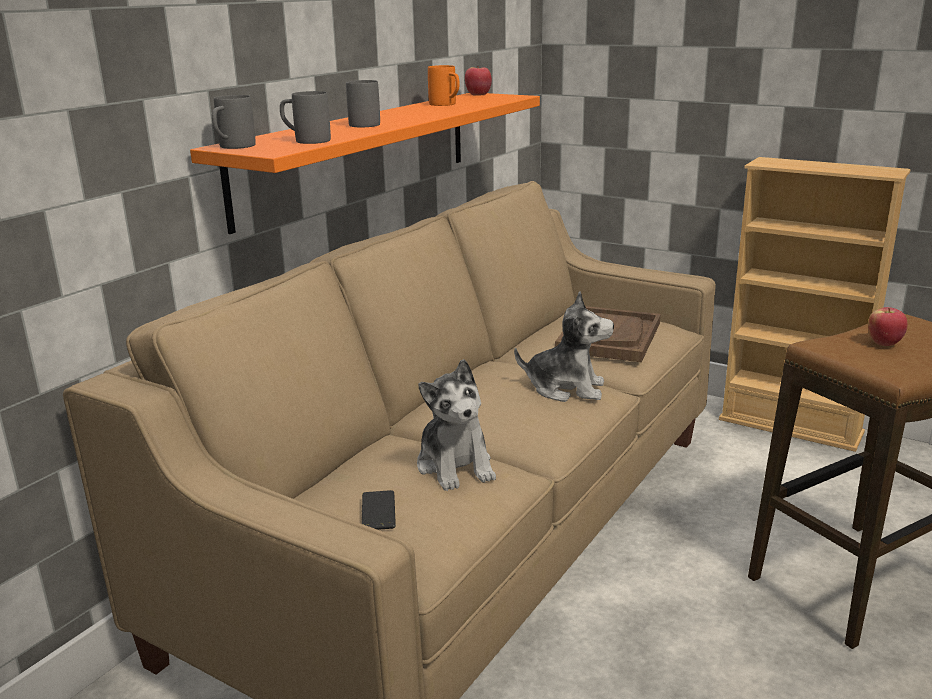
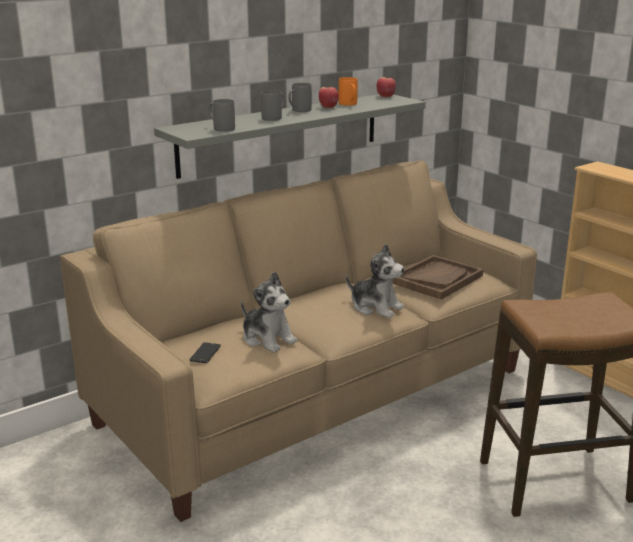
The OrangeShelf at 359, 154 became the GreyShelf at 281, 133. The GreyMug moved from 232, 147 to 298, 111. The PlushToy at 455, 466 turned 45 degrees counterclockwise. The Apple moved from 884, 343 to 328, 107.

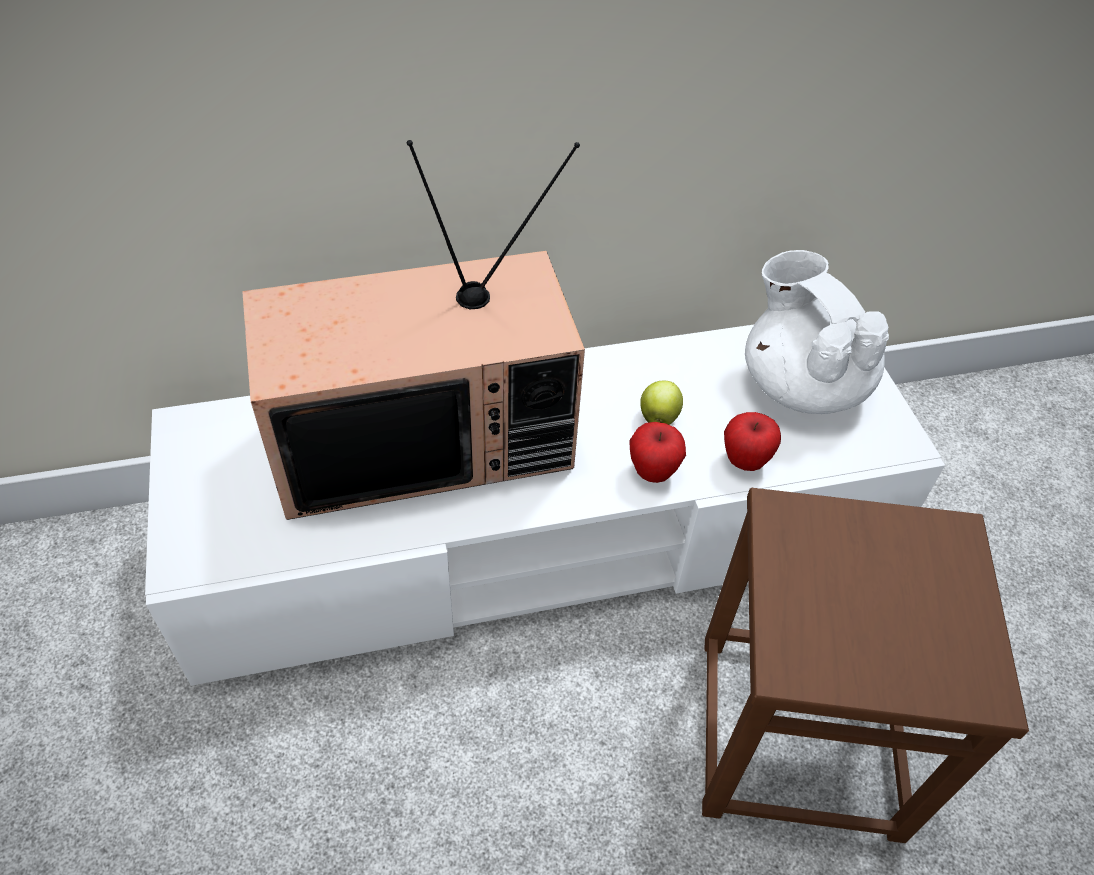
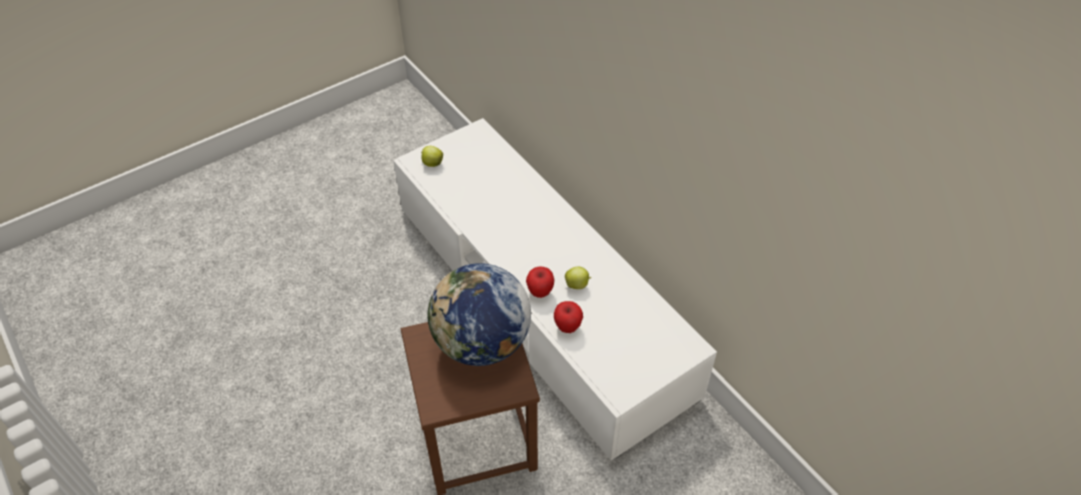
The Television at 425, 436 disappeared. The WhiteTeapot at 801, 384 disappeared. The Apple at 432, 163 appeared. The Globe at 481, 343 appeared.

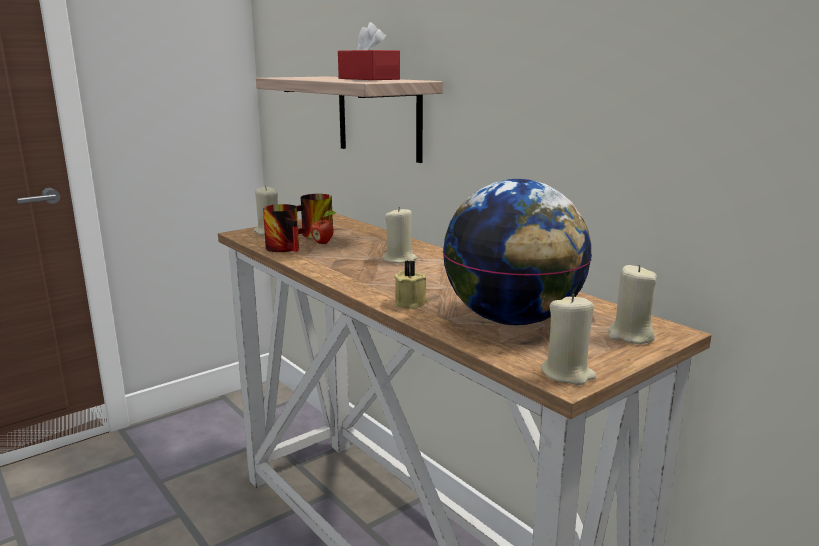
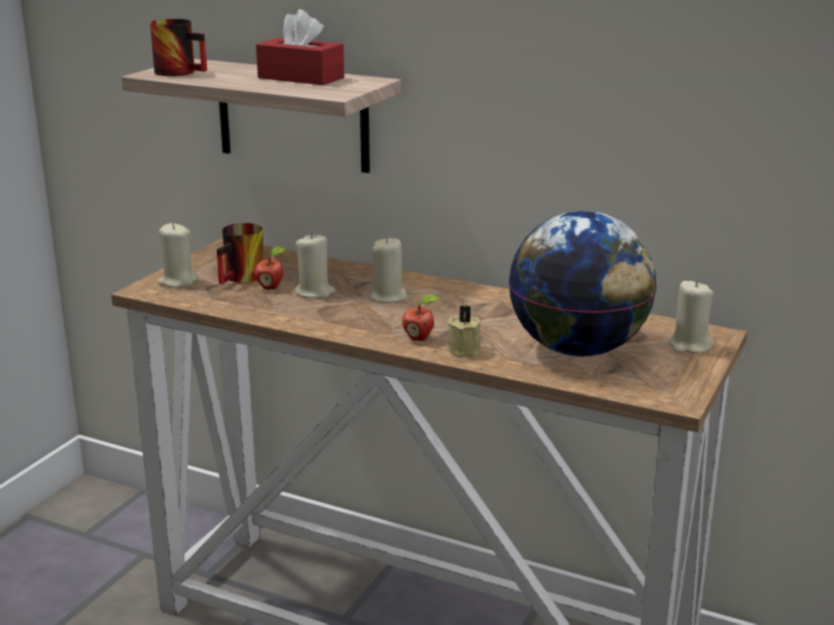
The Mug moved from 288, 248 to 183, 72. The BeigeCandle moved from 567, 374 to 314, 292. The Apple at 419, 338 appeared.

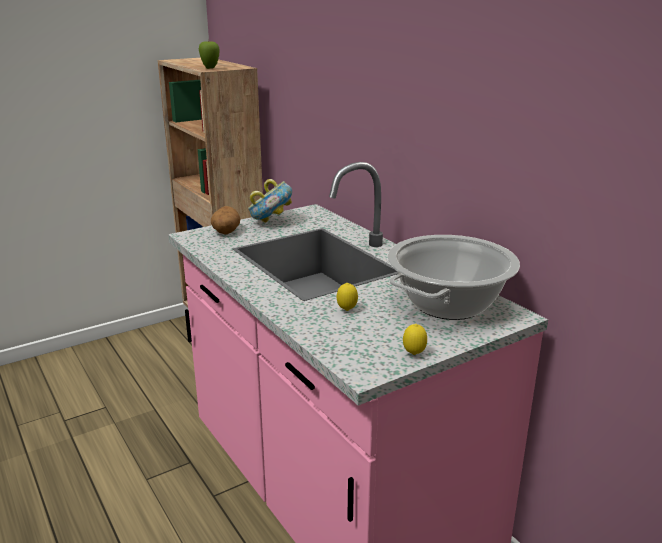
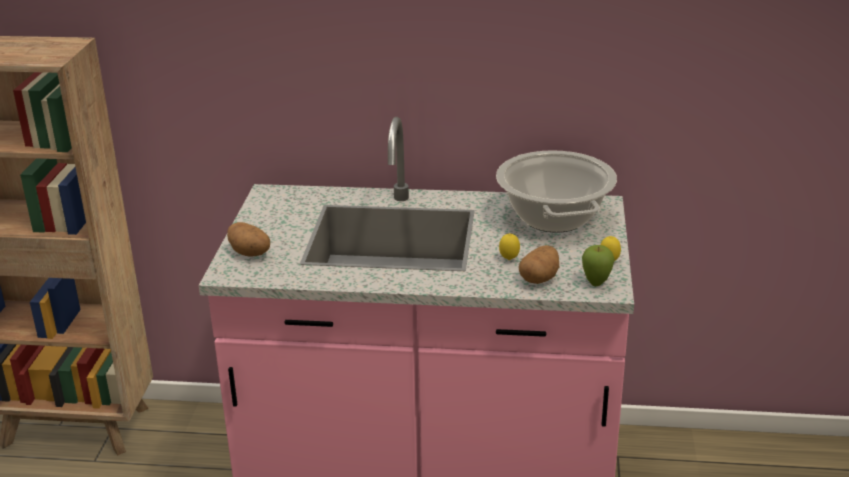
The Apple moved from 210, 68 to 596, 283. The Bowl at 270, 222 disappeared. The Potato at 539, 278 appeared.

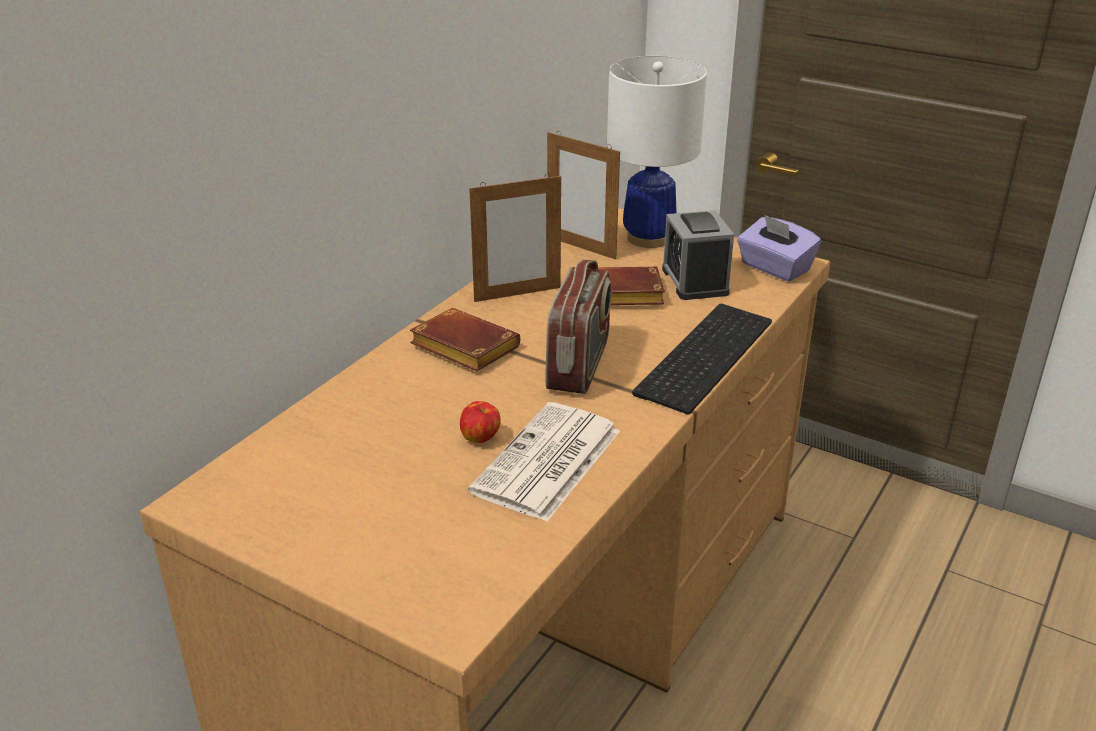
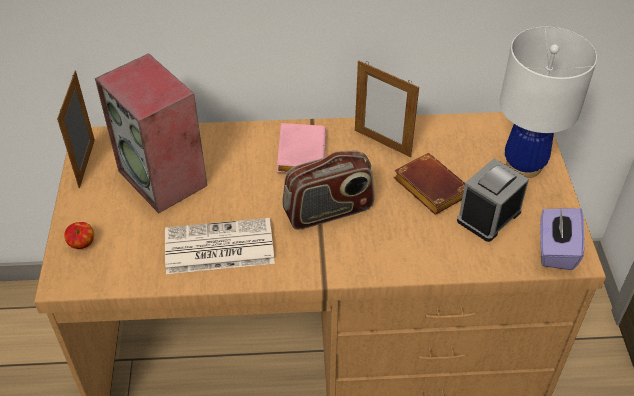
The BrownBook at 461, 348 became the PinkBook at 299, 152. The Apple moved from 480, 438 to 82, 244. The PictureFrame moved from 581, 247 to 87, 163. The Keyboard at 702, 354 disappeared. The Speaker at 164, 178 appeared.

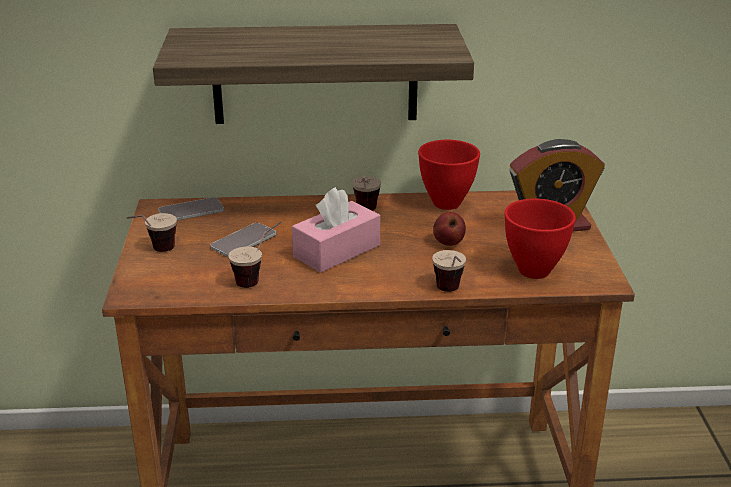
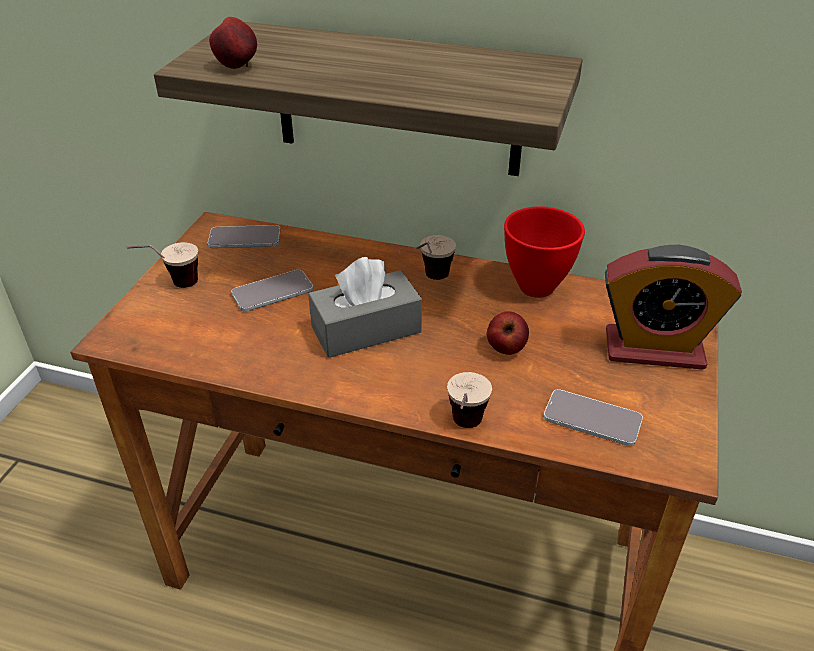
The Cup at 258, 278 disappeared. The PinkTissueBox at 337, 251 became the GreyTissueBox at 366, 329. The RedBowl at 532, 270 was replaced by the Phone at 592, 419. The Apple at 238, 66 appeared.

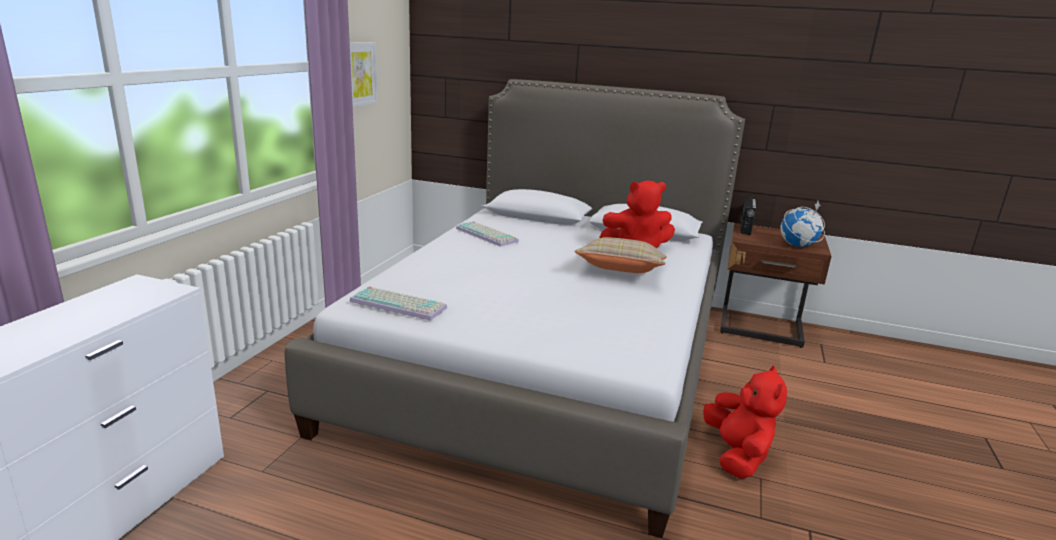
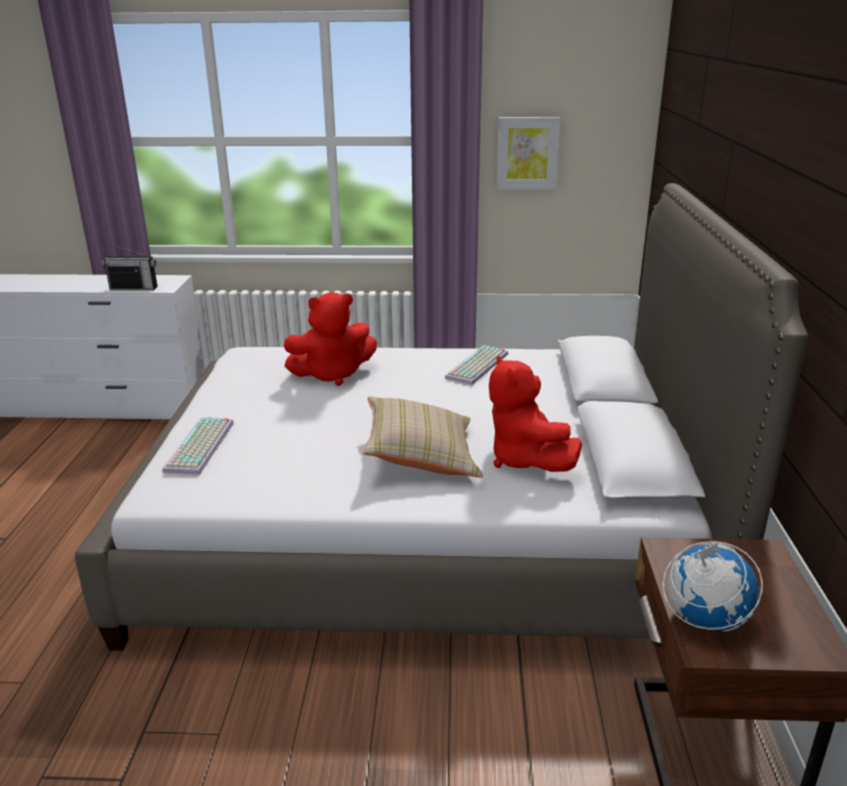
The Keyboard moved from 400, 304 to 201, 447. The RedPlushToy moved from 737, 455 to 332, 374. The Radio moved from 745, 229 to 134, 288.

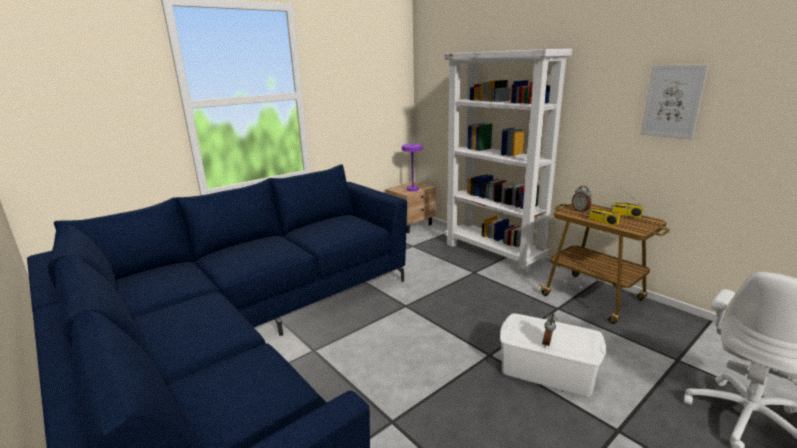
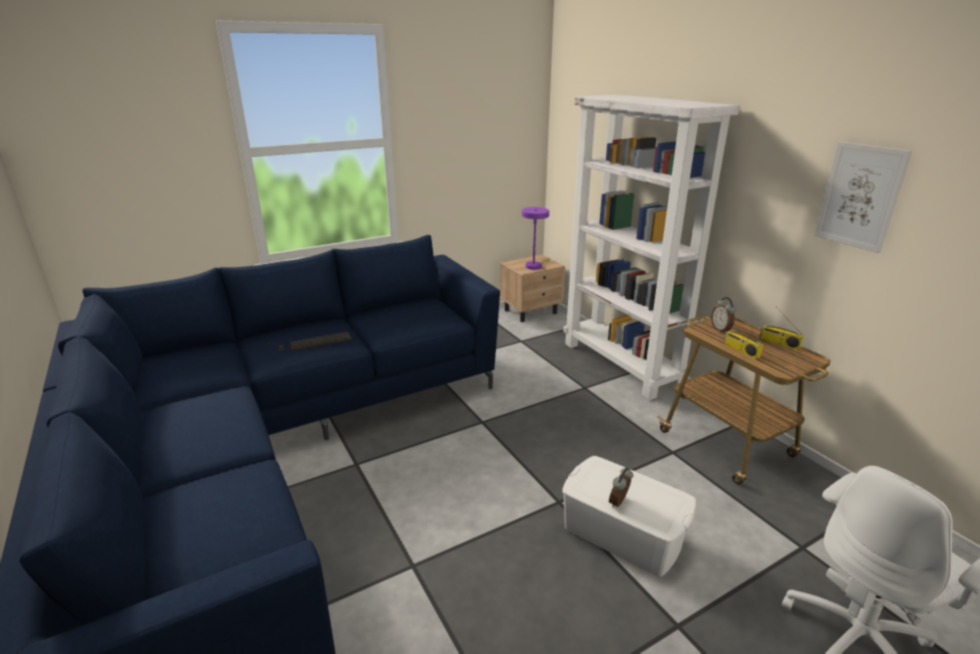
The Keyboard at 312, 342 appeared.

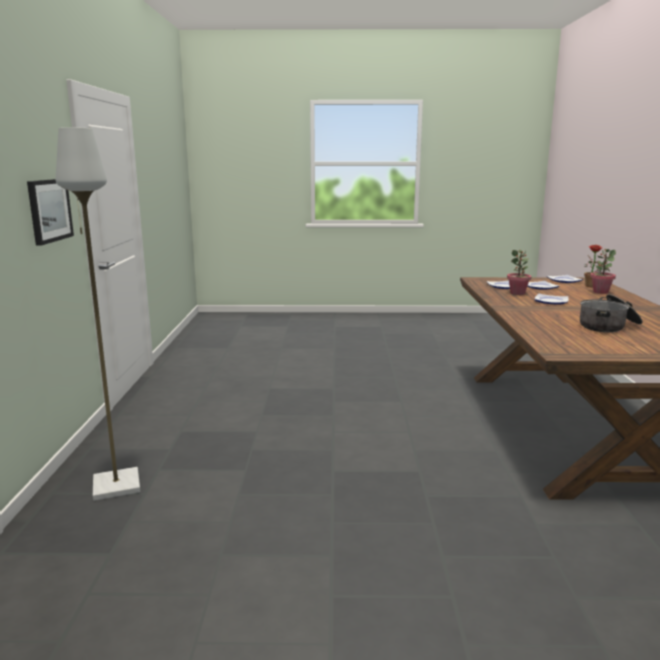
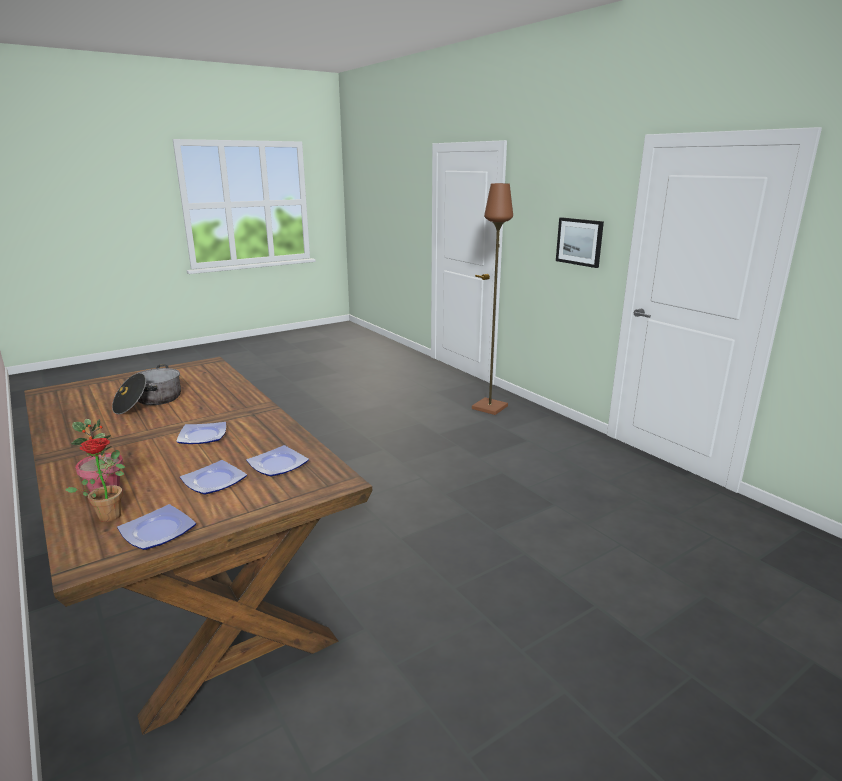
The GreyFloorLamp at 115, 486 became the BrownFloorLamp at 489, 407. The PottedPlant at 517, 293 disappeared.

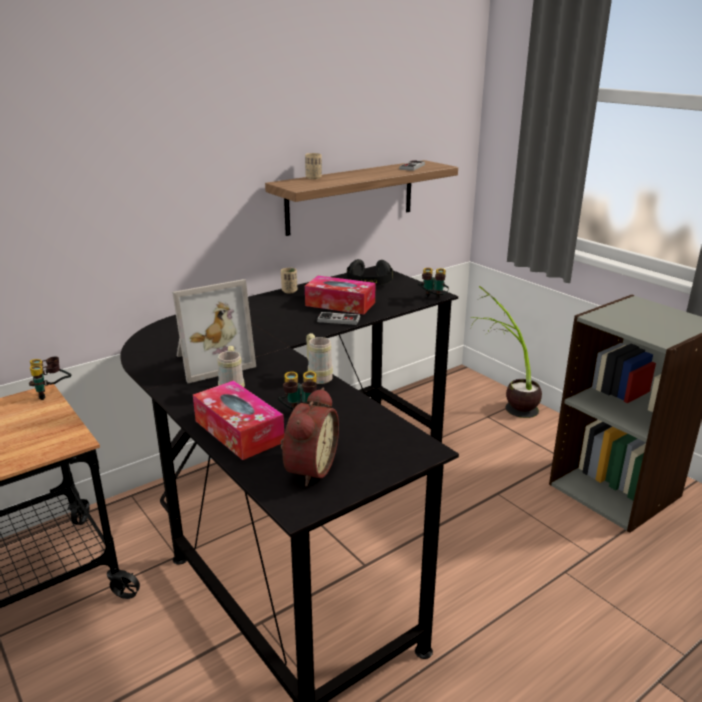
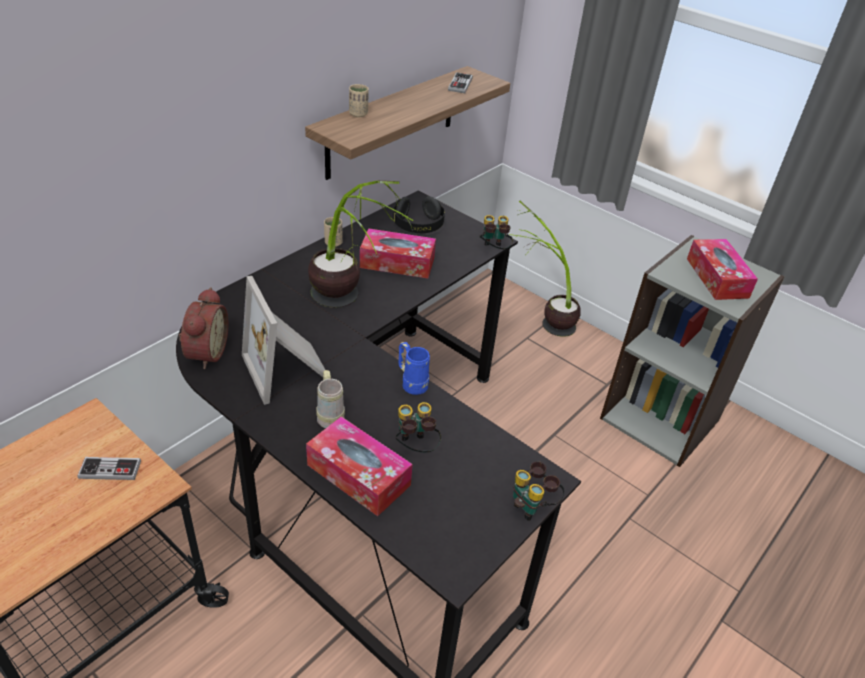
The Binoculars moved from 53, 394 to 532, 506. The PictureFrame at 211, 361 turned 105 degrees clockwise. The AlarmClock moved from 308, 468 to 205, 353. The BeigeMug at 317, 376 became the BlueMug at 411, 383. The GameController moved from 338, 320 to 110, 470. The PottedPlant at 350, 308 appeared. The TissueBox at 717, 278 appeared.

